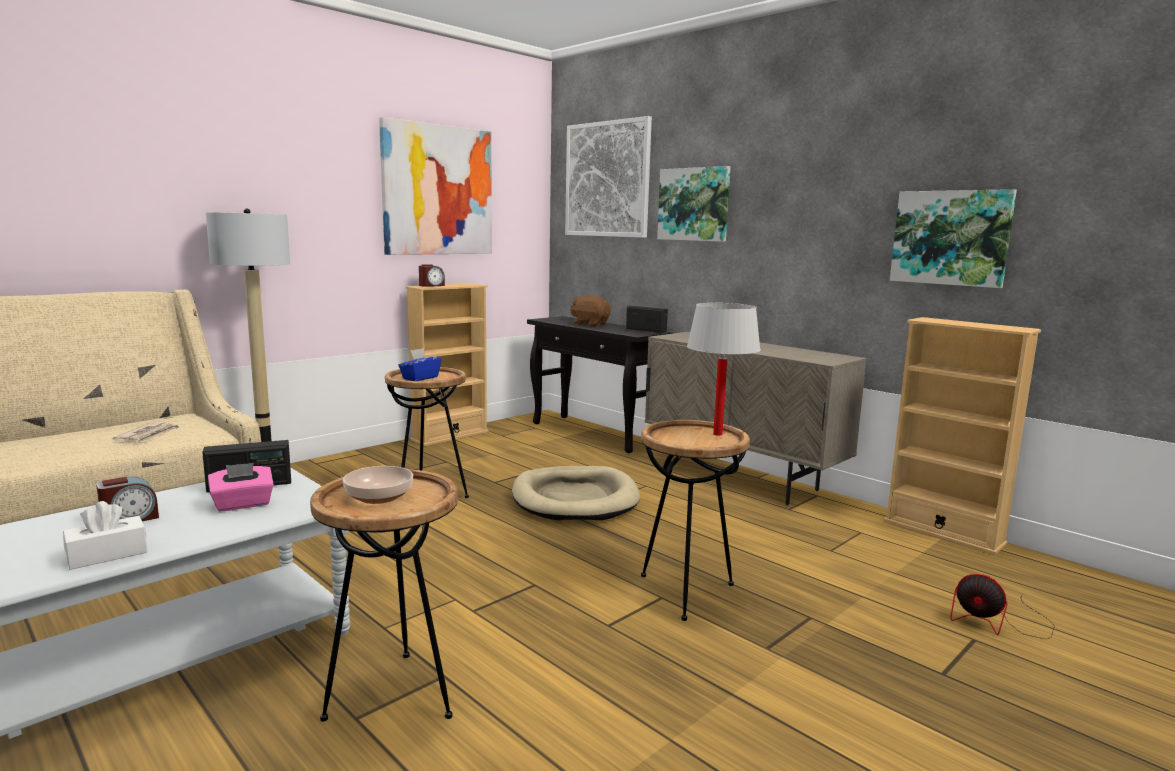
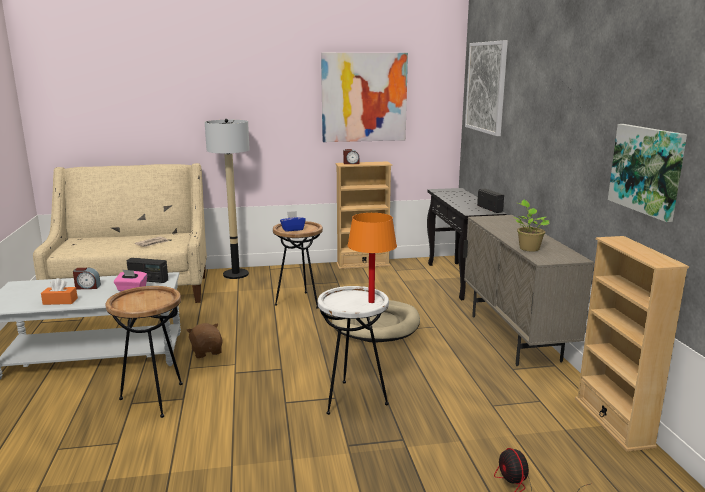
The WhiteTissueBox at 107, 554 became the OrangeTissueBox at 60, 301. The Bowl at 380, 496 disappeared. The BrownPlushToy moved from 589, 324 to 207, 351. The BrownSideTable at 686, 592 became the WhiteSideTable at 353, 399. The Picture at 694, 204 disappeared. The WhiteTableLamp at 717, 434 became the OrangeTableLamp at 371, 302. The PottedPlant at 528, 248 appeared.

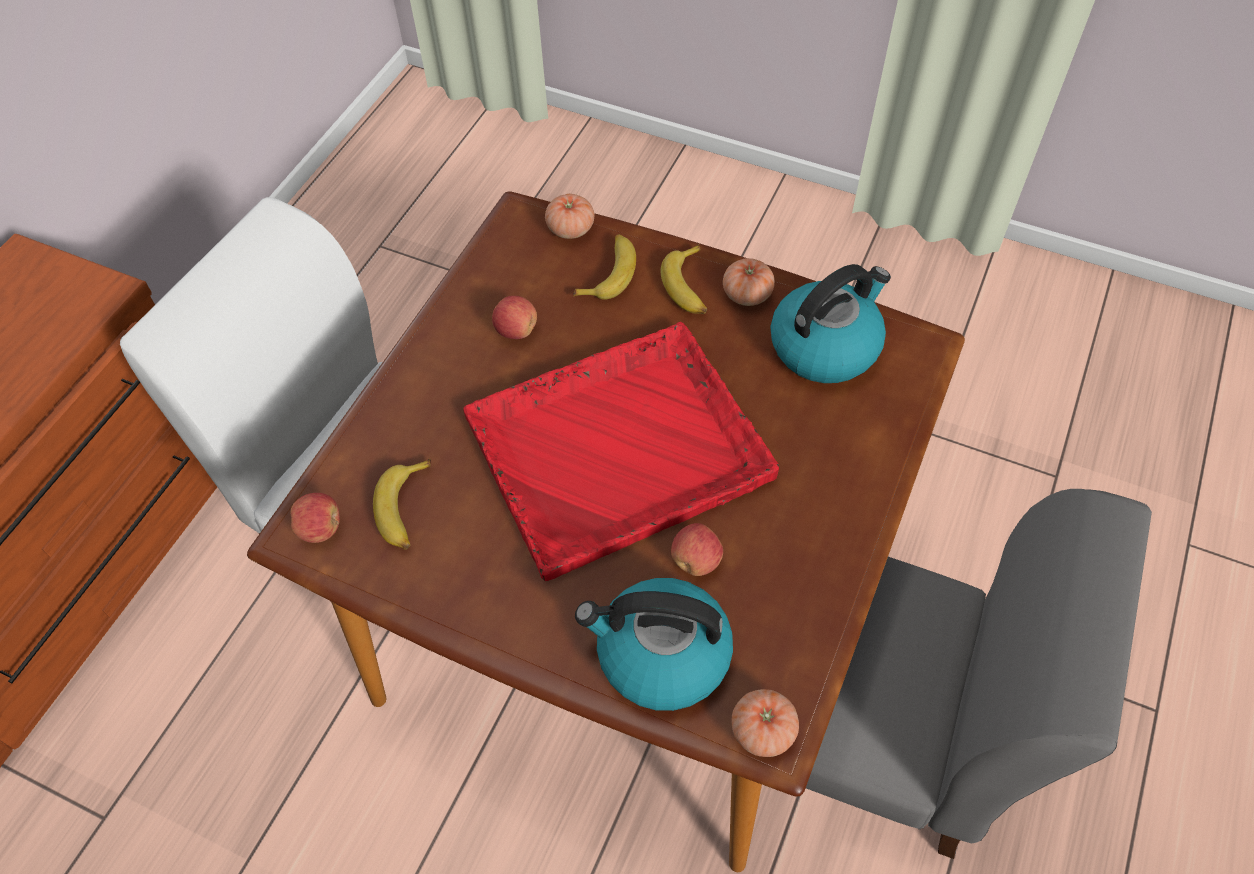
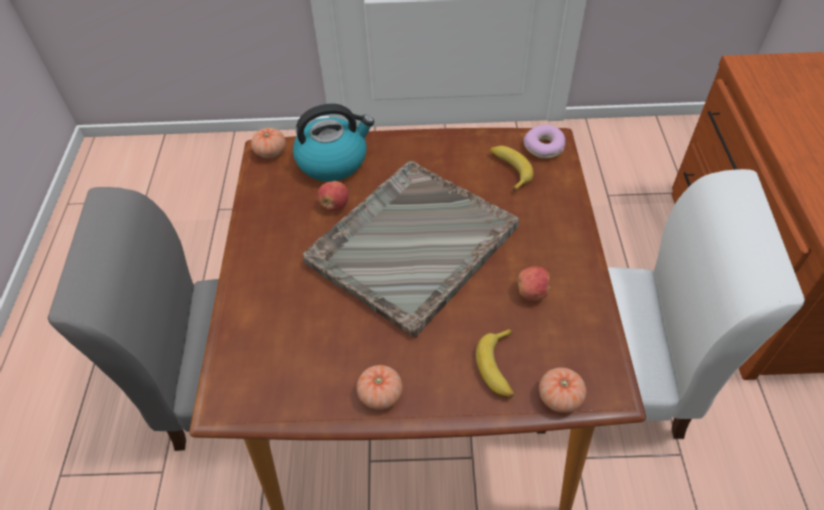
The Apple at 321, 528 was replaced by the Donut at 544, 147. The RedTray at 621, 447 became the GreyTray at 411, 246. The Banana at 689, 287 disappeared. The Kettle at 825, 346 disappeared.

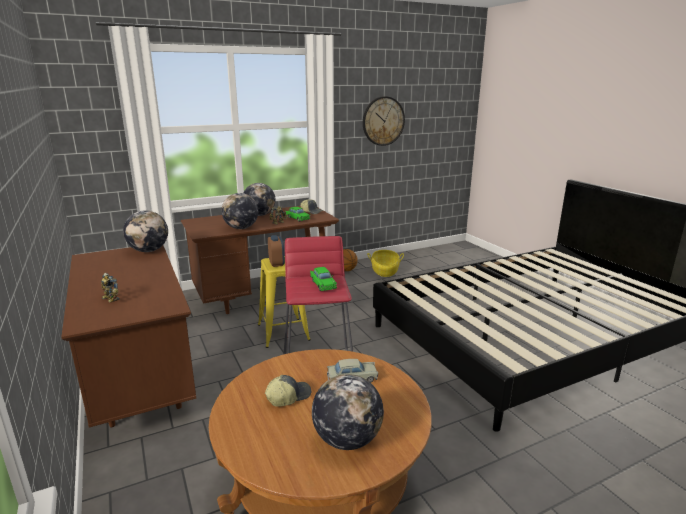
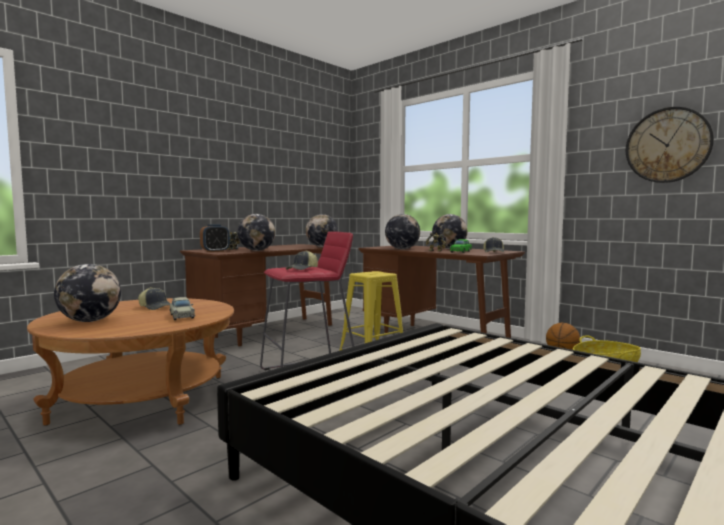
The AlarmClock moved from 276, 263 to 215, 251. The GreenToyCar at 323, 284 was replaced by the Cap at 302, 269. The Globe at 256, 250 appeared.

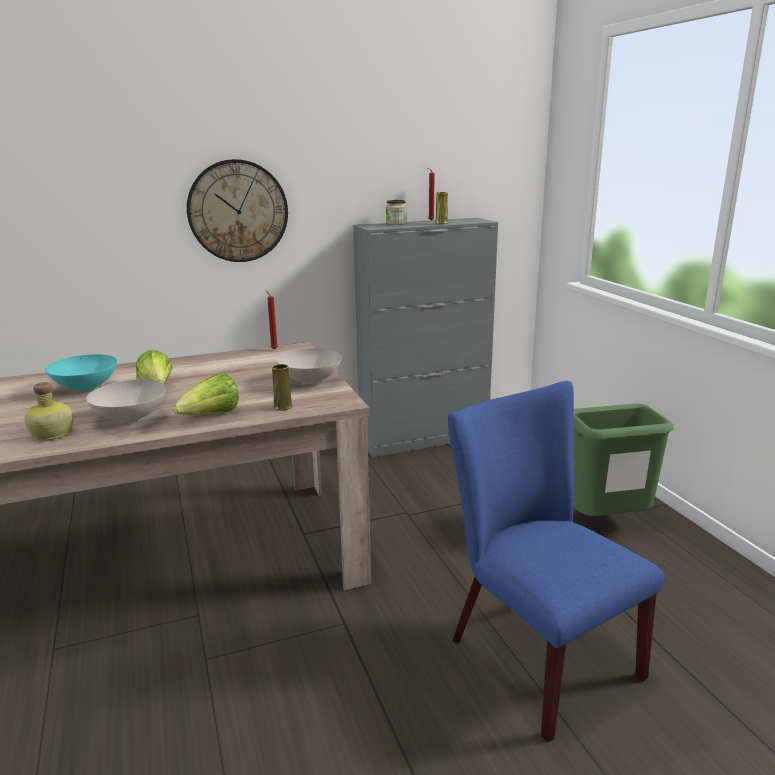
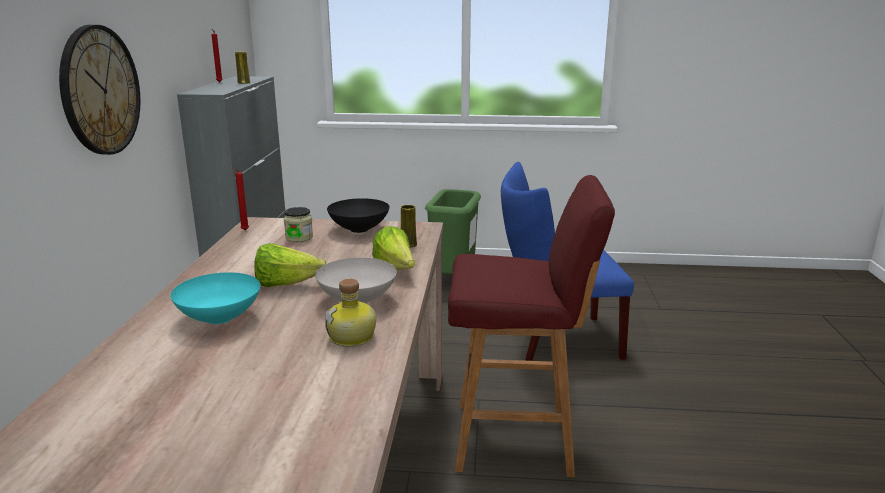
The WhiteBowl at 311, 381 became the BlackBowl at 360, 229. The Jar moved from 396, 223 to 299, 238. The RedStool at 517, 438 appeared.

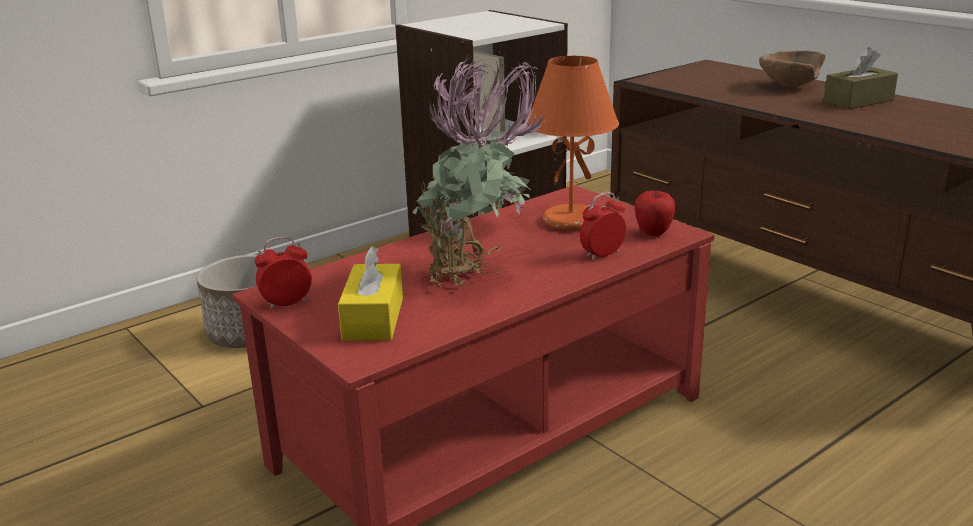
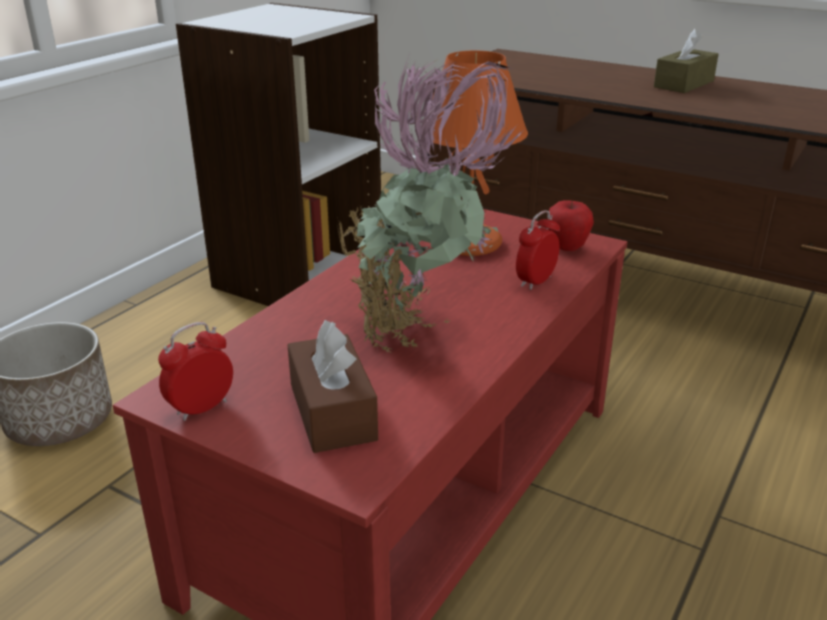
The YellowTissueBox at 373, 318 became the BrownTissueBox at 332, 412. The BrownBowl at 787, 86 disappeared.

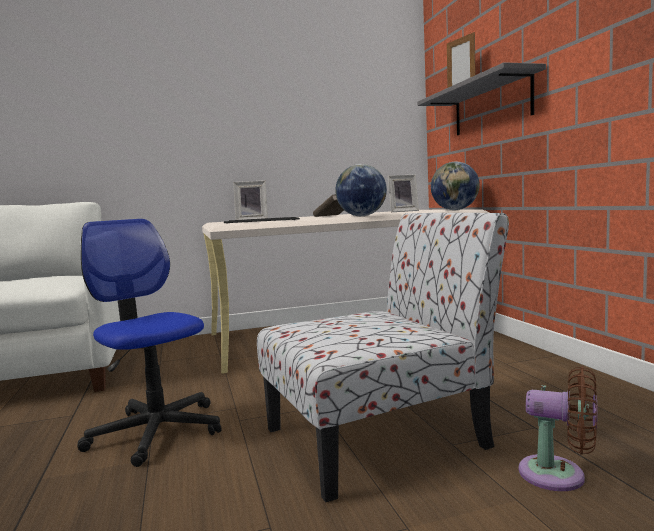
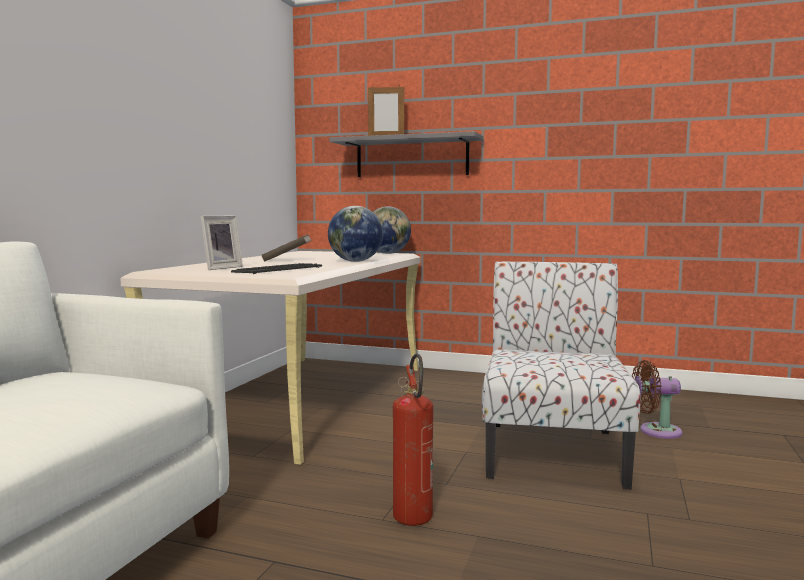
The OfficeChair at 156, 431 was replaced by the FireExtinguisher at 414, 522. The PictureFrame at 402, 211 disappeared. The BrownFan at 559, 475 turned 150 degrees counterclockwise.

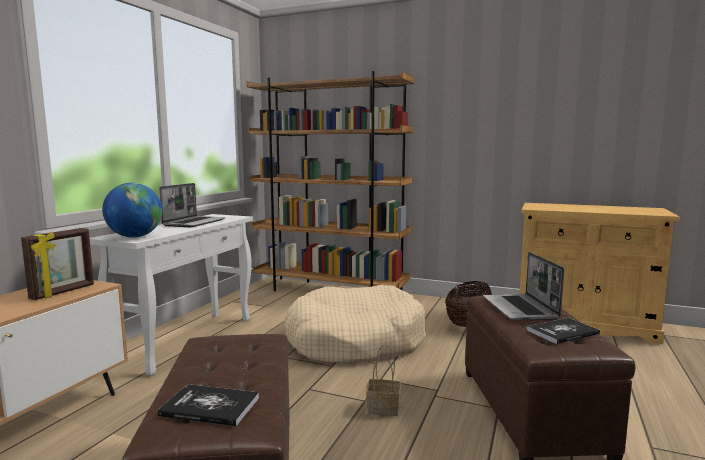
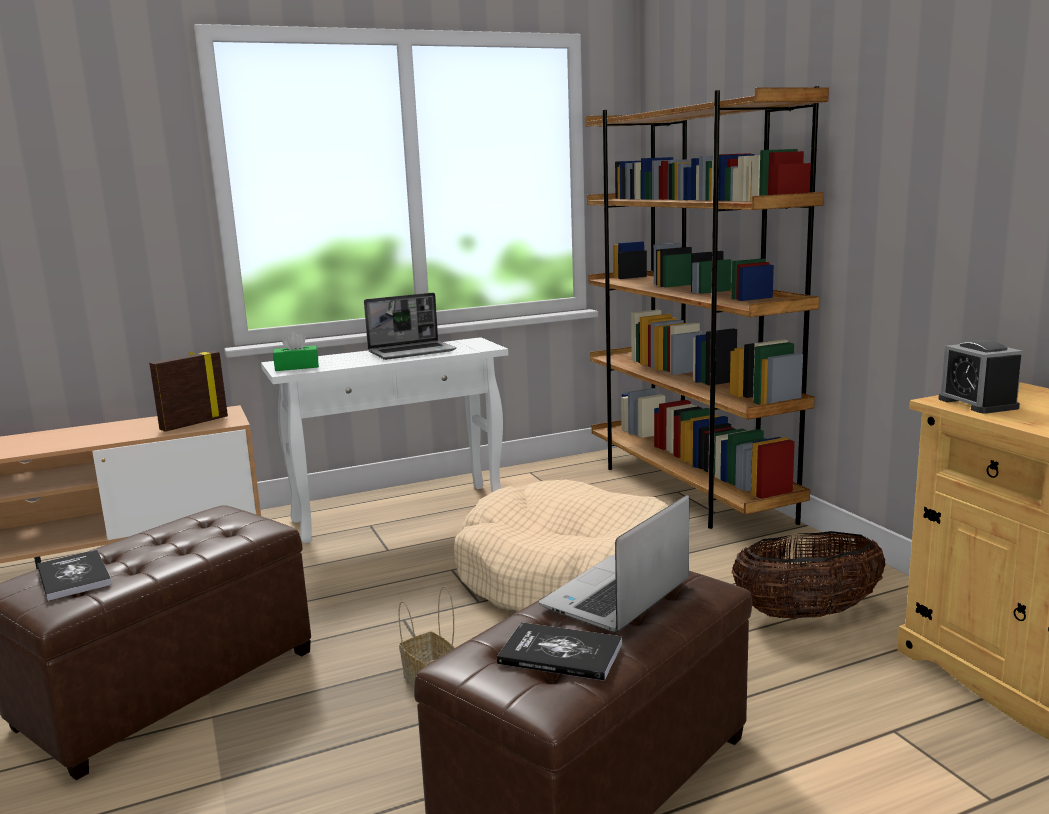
The PictureFrame at 63, 292 turned 150 degrees clockwise. The Globe at 134, 237 was replaced by the GreenTissueBox at 297, 367. The AlarmClock at 977, 403 appeared.

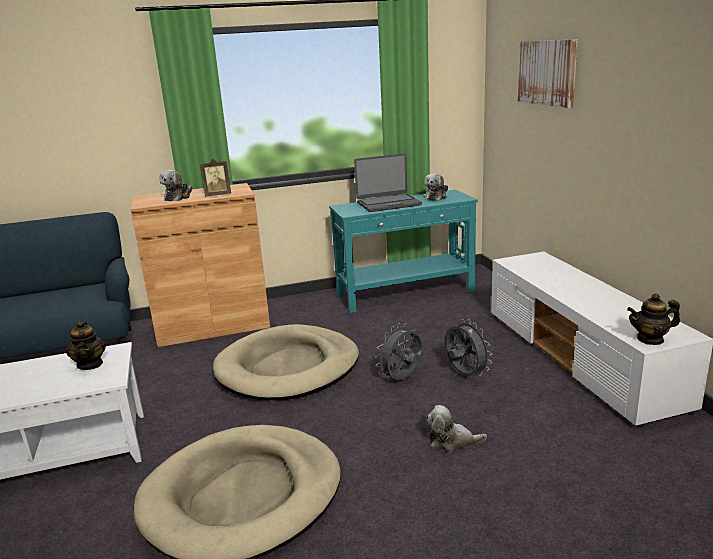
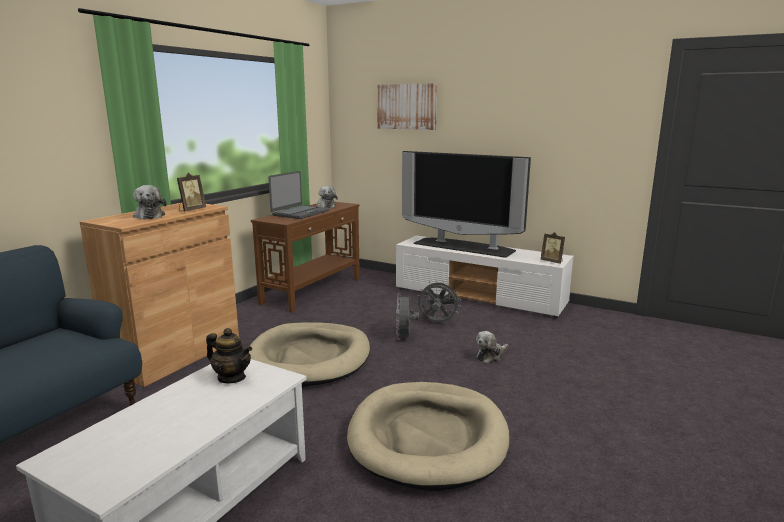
The TurquoiseConsoleTable at 406, 293 became the BrownConsoleTable at 313, 290. The Teapot at 650, 339 was replaced by the PictureFrame at 552, 261. The Television at 464, 247 appeared.

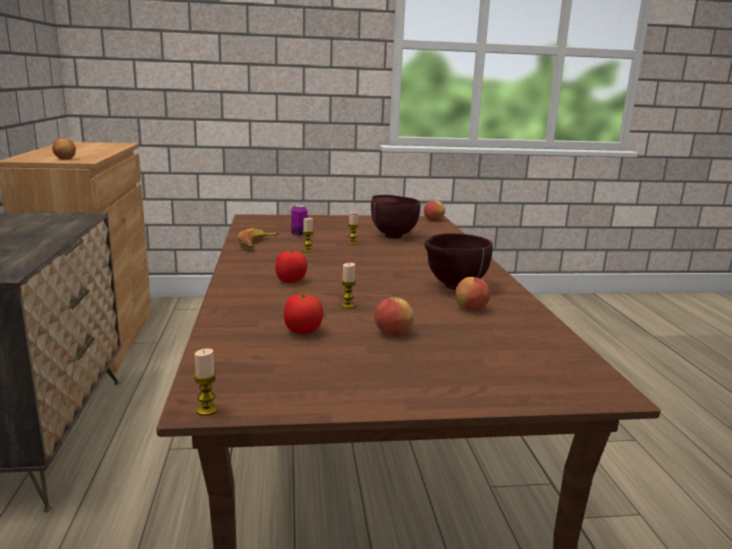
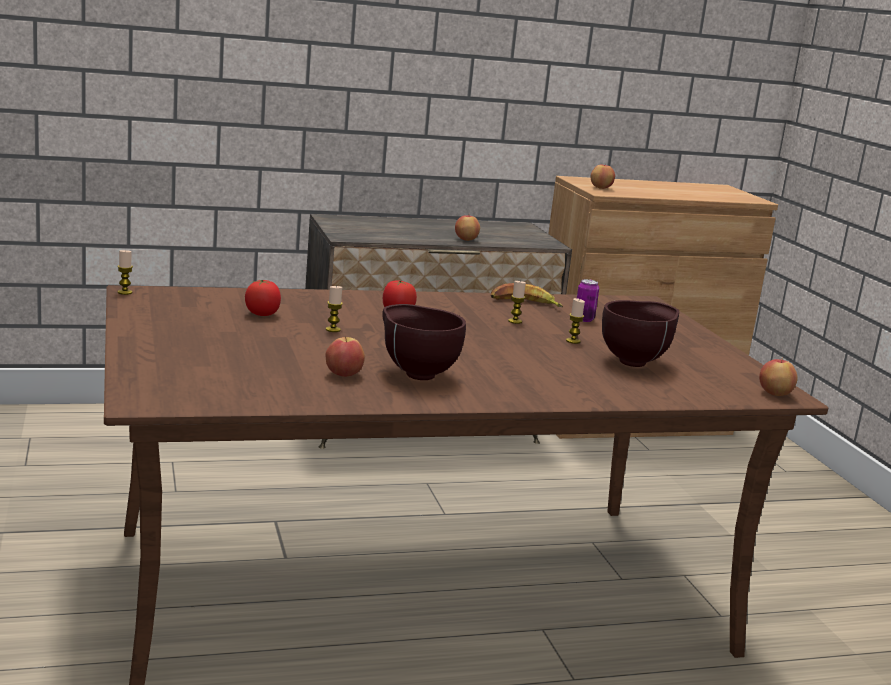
The Apple moved from 392, 333 to 466, 239.

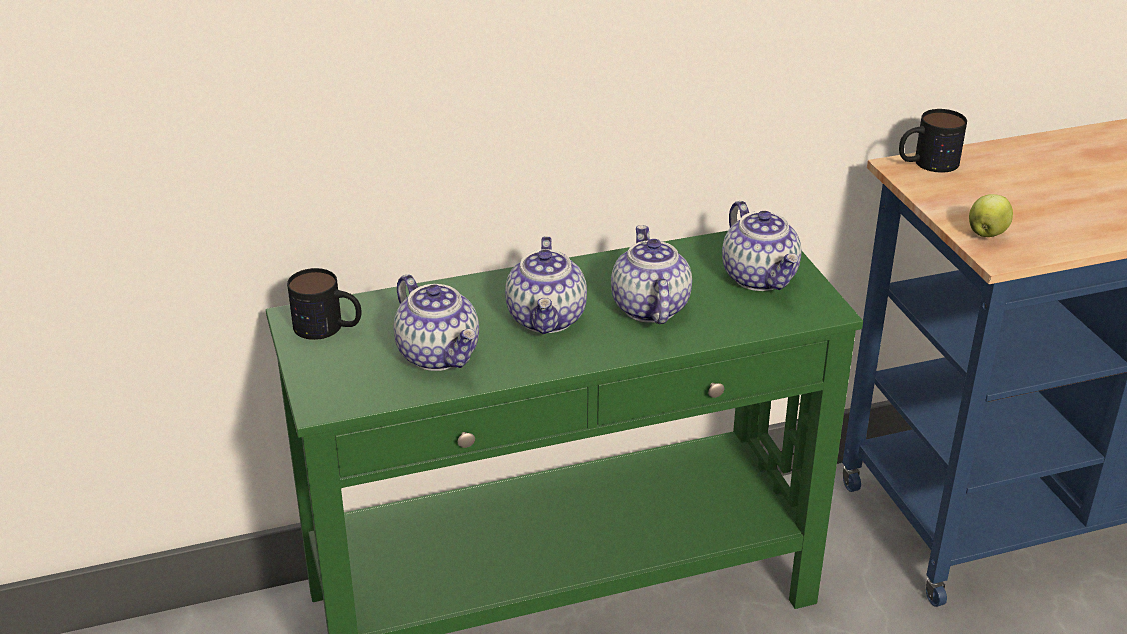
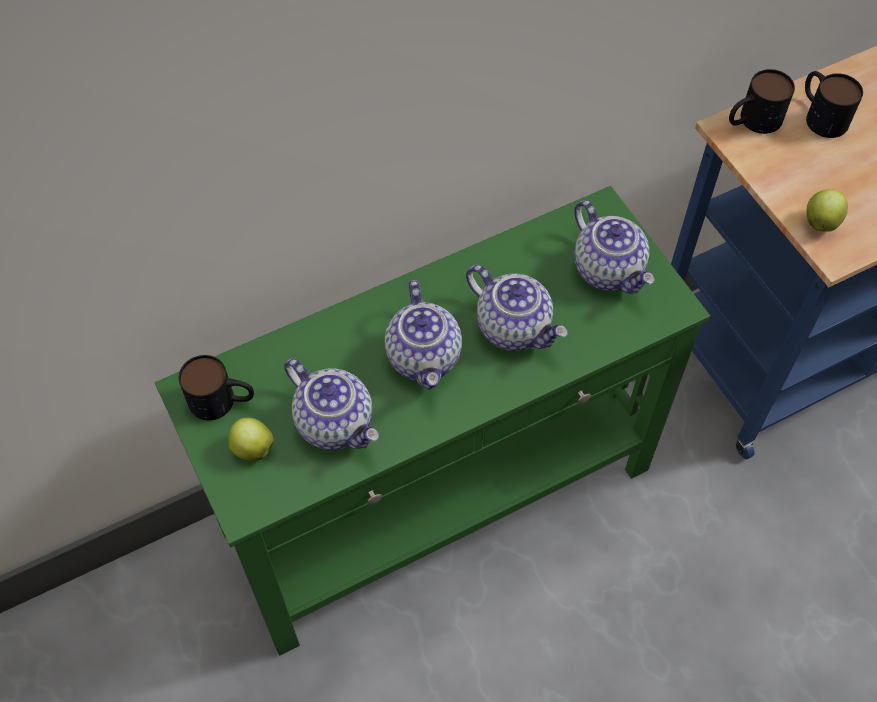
The Teapot at 648, 307 turned 150 degrees clockwise. The Apple at 252, 448 appeared. The Mug at 820, 114 appeared.

